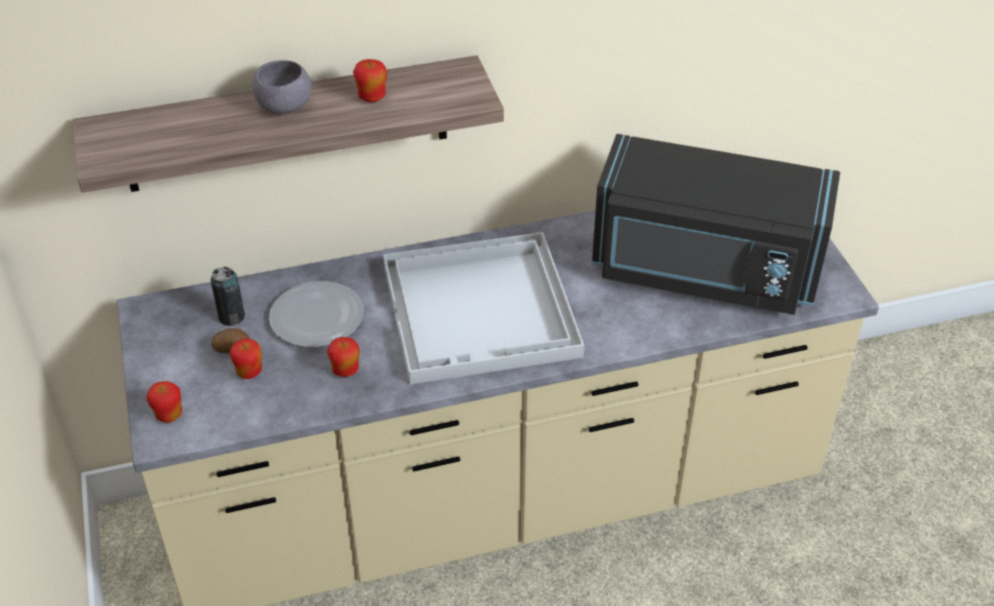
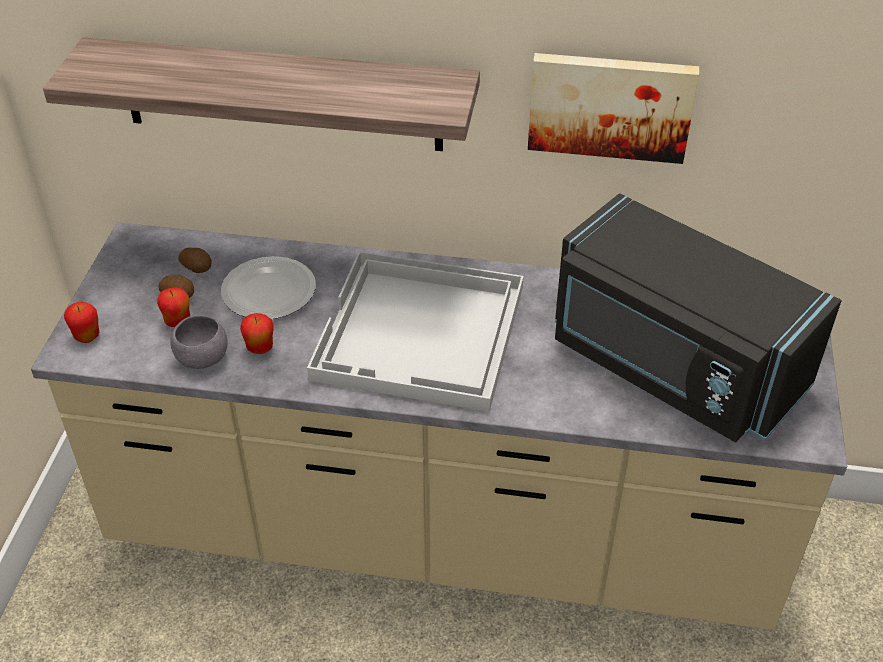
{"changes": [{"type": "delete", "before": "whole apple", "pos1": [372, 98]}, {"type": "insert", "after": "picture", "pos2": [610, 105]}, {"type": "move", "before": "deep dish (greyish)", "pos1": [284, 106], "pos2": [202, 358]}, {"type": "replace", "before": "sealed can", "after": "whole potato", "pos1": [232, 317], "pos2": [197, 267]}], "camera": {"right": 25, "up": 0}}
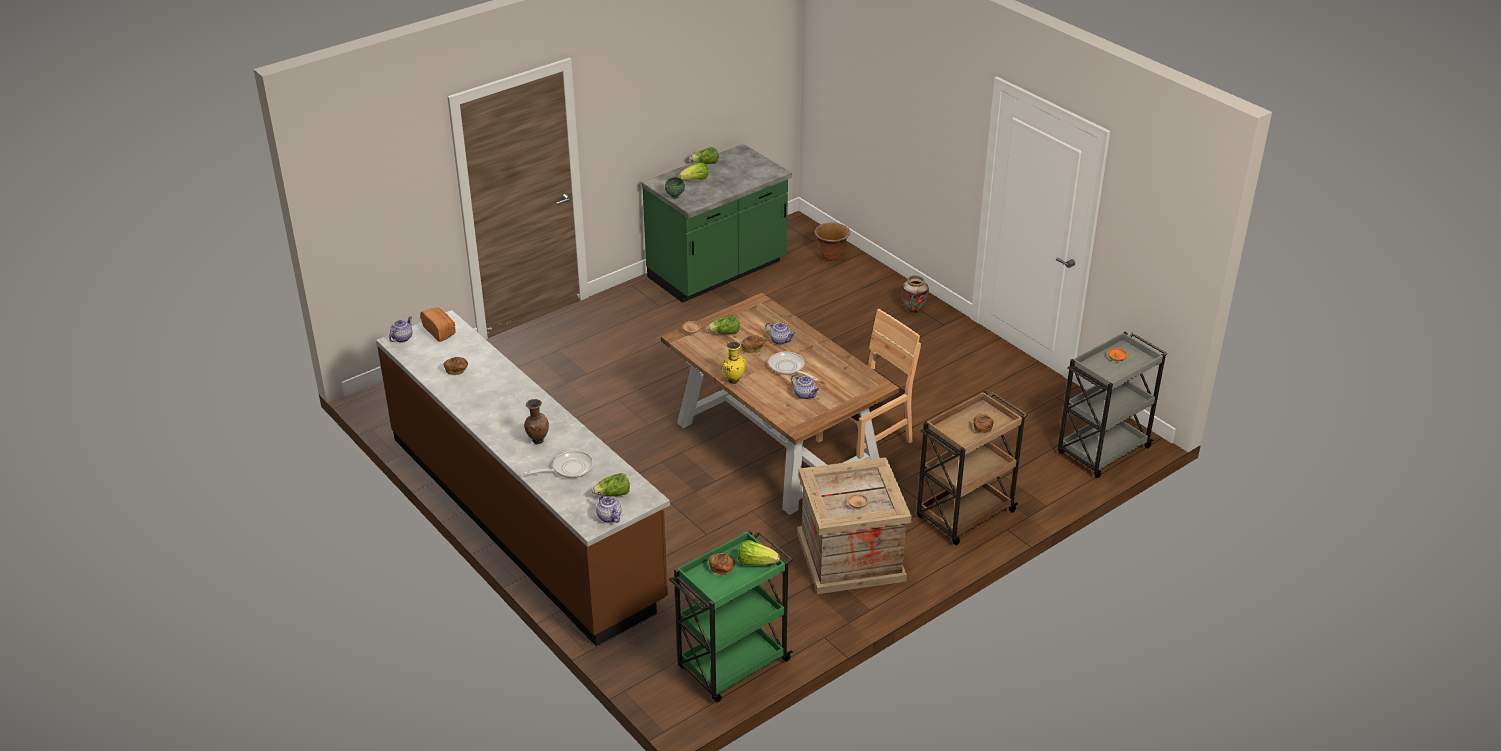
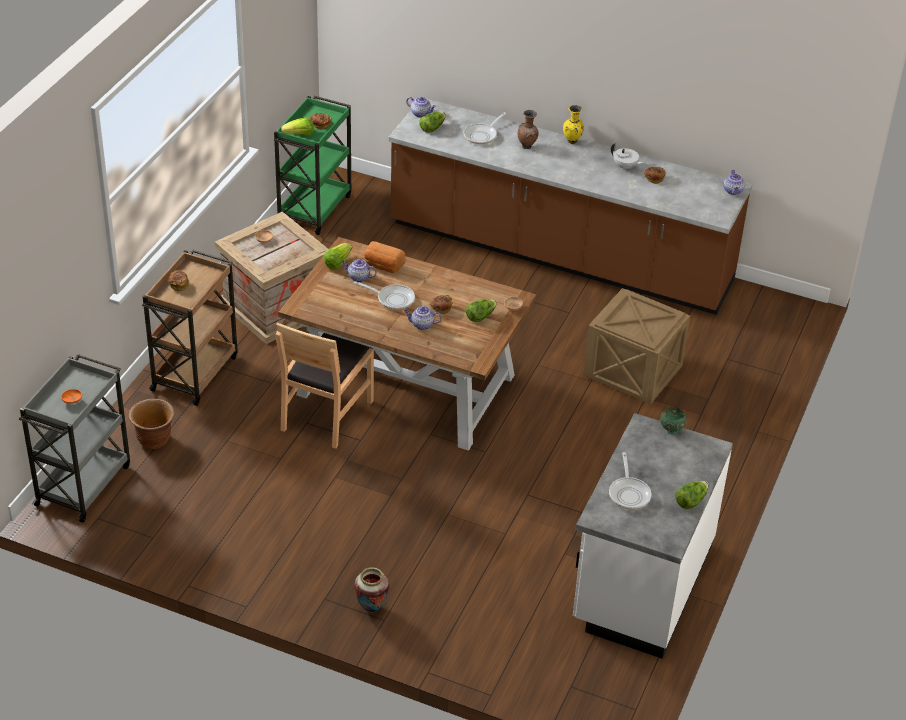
{"changes": [{"type": "insert", "after": "packing crate", "pos2": [631, 371]}, {"type": "insert", "after": "pan", "pos2": [629, 493]}, {"type": "insert", "after": "tea pot (white)", "pos2": [625, 167]}, {"type": "move", "before": "bakery bread", "pos1": [440, 331], "pos2": [383, 266]}, {"type": "move", "before": "head of lettuce", "pos1": [695, 180], "pos2": [337, 263]}, {"type": "move", "before": "vase (yellowish)", "pos1": [733, 380], "pos2": [572, 142]}, {"type": "move", "before": "plant pot (brownish)", "pos1": [831, 256], "pos2": [154, 440]}, {"type": "recolor", "before": "kitchen base unit (green)", "after": "kitchen base unit (white)", "pos1": [718, 272], "pos2": [641, 584]}], "camera": {"right": 150, "up": 5}}
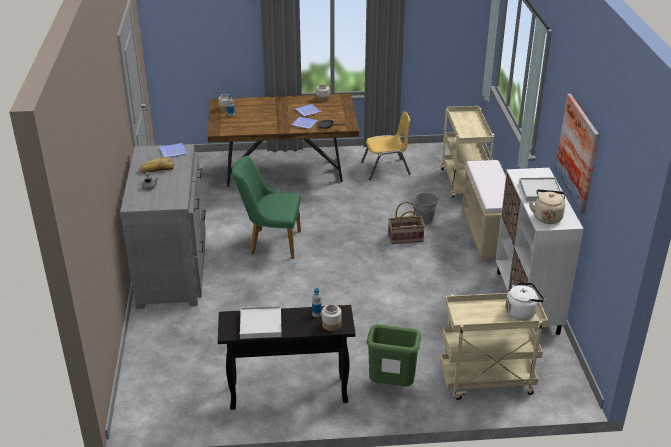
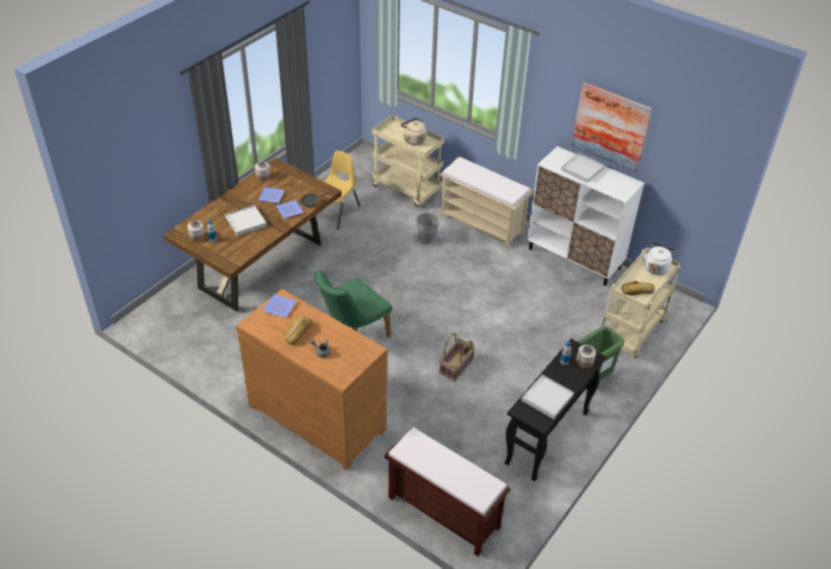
{"changes": [{"type": "insert", "after": "serving tray (white)", "pos2": [246, 222]}, {"type": "insert", "after": "long seat (brownish)", "pos2": [442, 512]}, {"type": "insert", "after": "bakery bread", "pos2": [638, 291]}, {"type": "move", "before": "basket", "pos1": [405, 238], "pos2": [456, 367]}, {"type": "move", "before": "water kettle (beige)", "pos1": [547, 217], "pos2": [414, 140]}, {"type": "recolor", "before": "drawer chest (greyish)", "after": "drawer chest (brownish)", "pos1": [173, 269], "pos2": [318, 415]}], "camera": {"right": -50, "up": 10}}
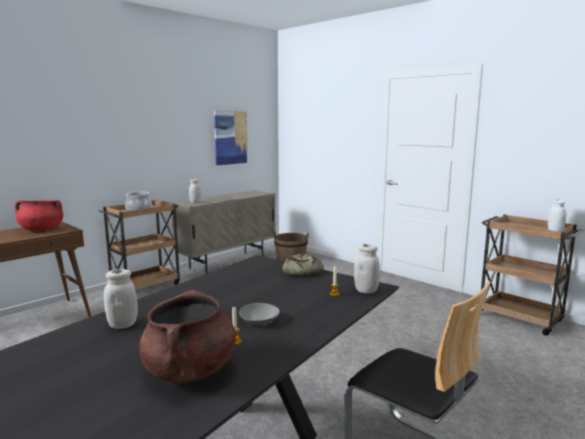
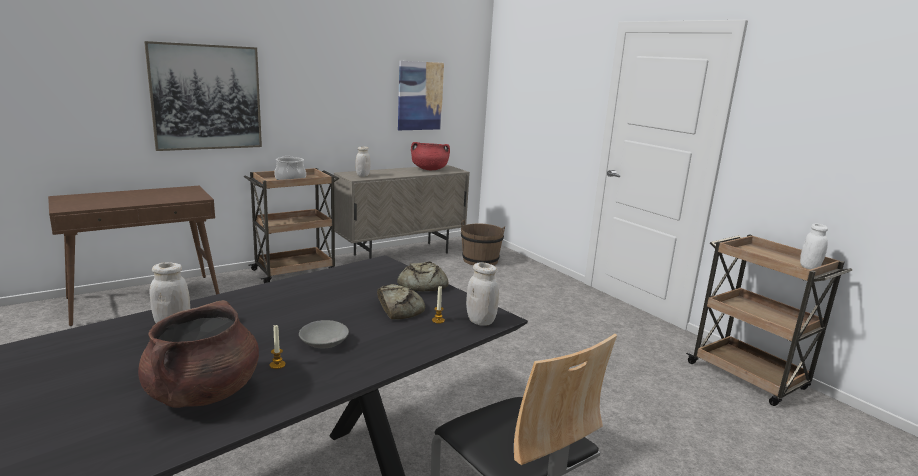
{"changes": [{"type": "insert", "after": "picture", "pos2": [206, 97]}, {"type": "insert", "after": "bakery bread", "pos2": [399, 308]}, {"type": "move", "before": "saucepot (red)", "pos1": [41, 230], "pos2": [429, 169]}], "camera": {"right": 10, "up": 5}}
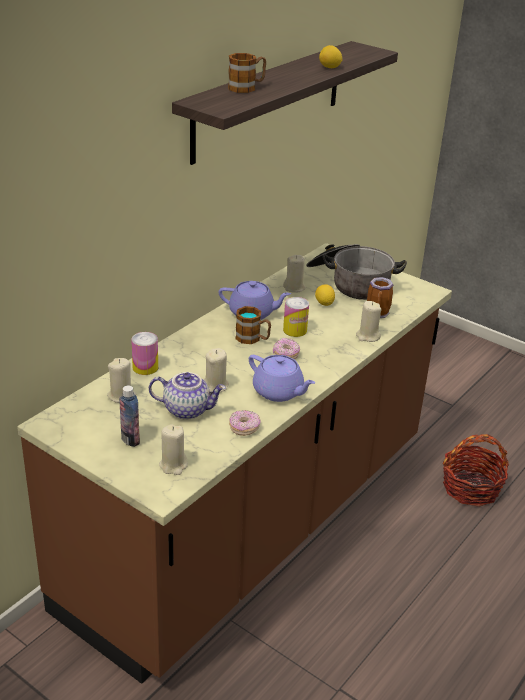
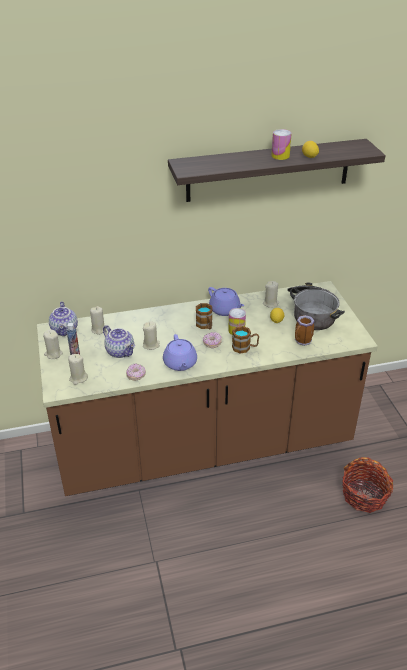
{"changes": [{"type": "insert", "after": "tea pot", "pos2": [65, 330]}, {"type": "move", "before": "sealed can", "pos1": [145, 367], "pos2": [280, 156]}, {"type": "move", "before": "mug", "pos1": [247, 87], "pos2": [245, 348]}, {"type": "move", "before": "wax candle (beige)", "pos1": [367, 336], "pos2": [53, 354]}], "camera": {"right": 40, "up": 5}}
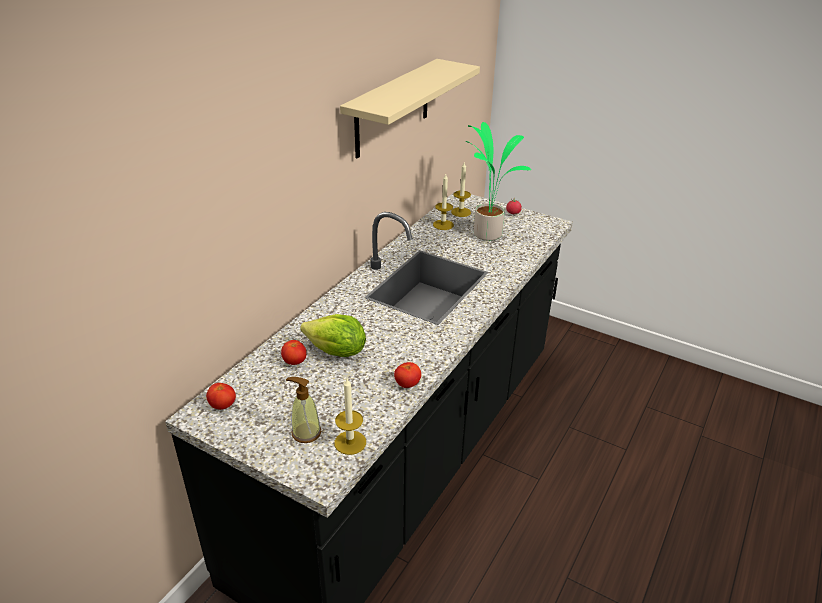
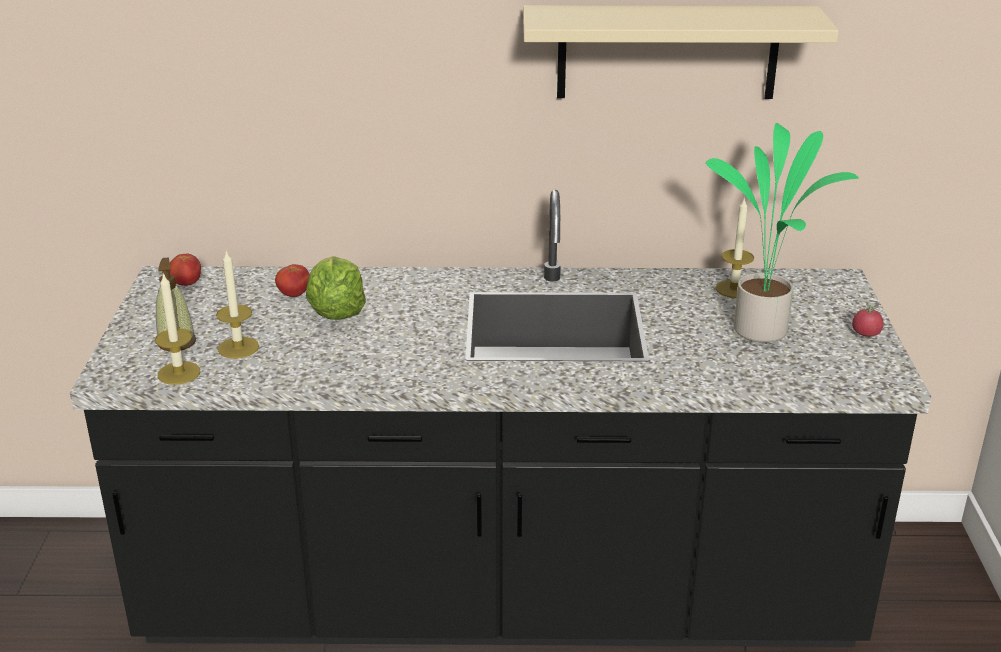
{"changes": [{"type": "delete", "before": "fresh tomato", "pos1": [407, 384]}, {"type": "move", "before": "wax candle", "pos1": [461, 212], "pos2": [238, 347]}], "camera": {"right": 60, "up": -5}}
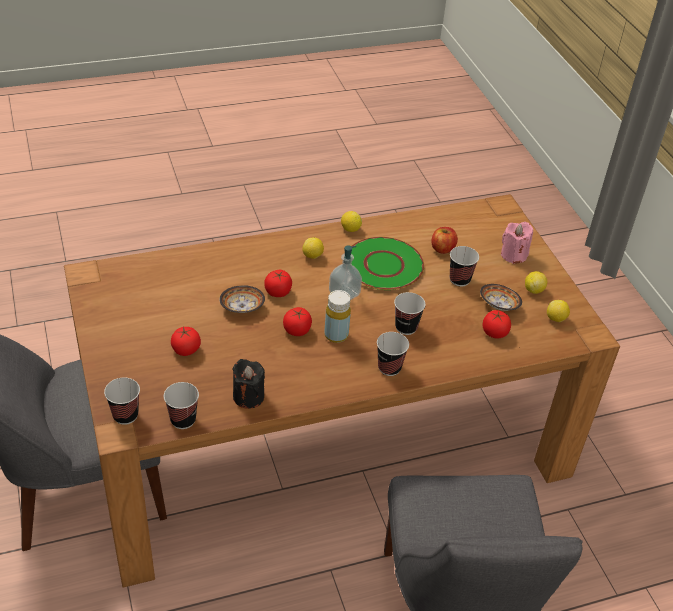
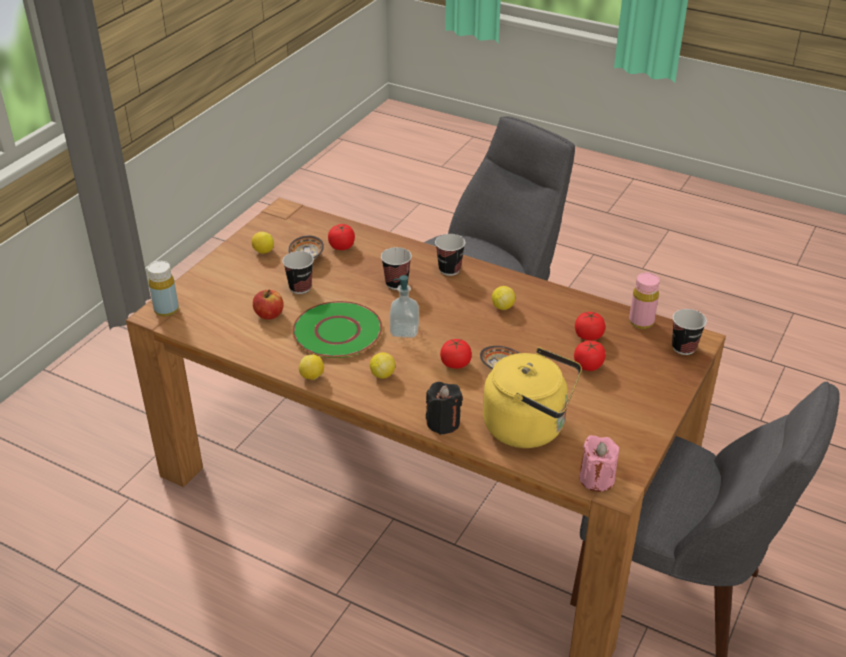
{"changes": [{"type": "insert", "after": "water kettle (yellowish)", "pos2": [529, 427]}, {"type": "move", "before": "wax candle (black)", "pos1": [248, 396], "pos2": [443, 423]}, {"type": "move", "before": "fresh tomato", "pos1": [297, 330], "pos2": [588, 336]}, {"type": "move", "before": "bottle (yellowish)", "pos1": [336, 335], "pos2": [166, 310]}, {"type": "move", "before": "wax candle (pink-coloured)", "pos1": [513, 255], "pos2": [596, 478]}, {"type": "move", "before": "citrus fruit", "pos1": [556, 319], "pos2": [502, 306]}, {"type": "replace", "before": "drinking cup", "after": "bottle (pink-coloured)", "pos1": [183, 420], "pos2": [641, 322]}], "camera": {"right": -130, "up": -5}}
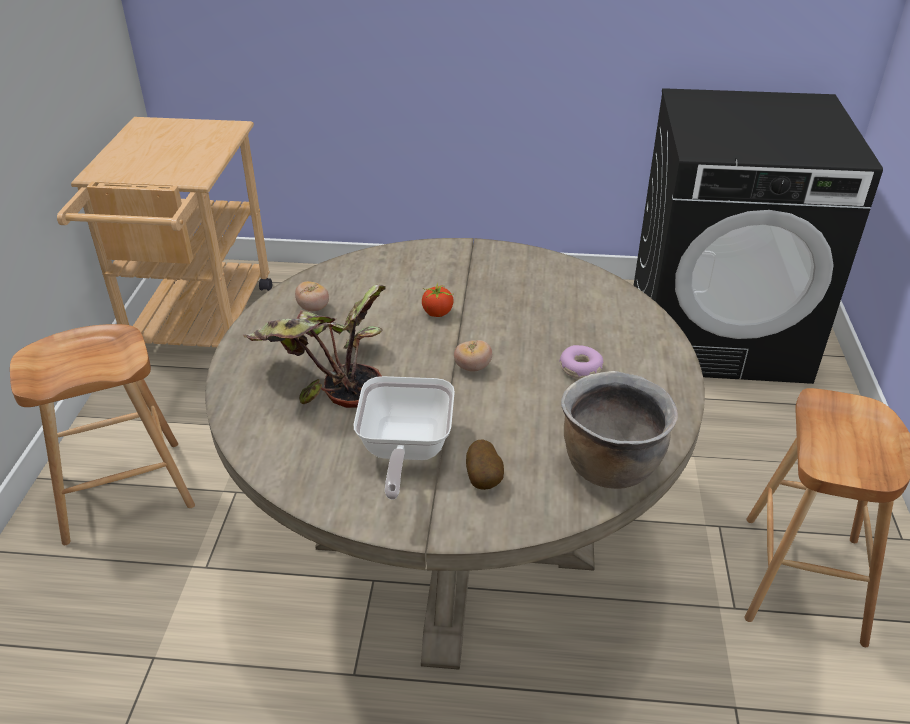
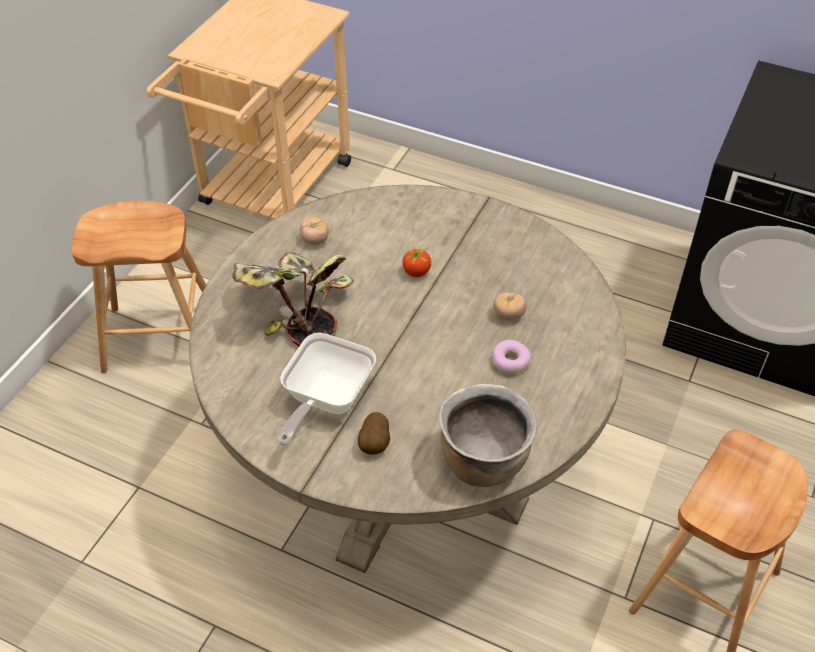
{"changes": [{"type": "move", "before": "fresh tomato", "pos1": [472, 367], "pos2": [508, 315]}], "camera": {"right": 20, "up": 10}}
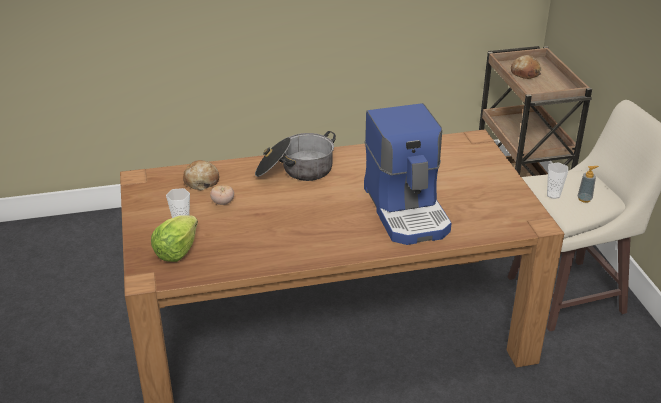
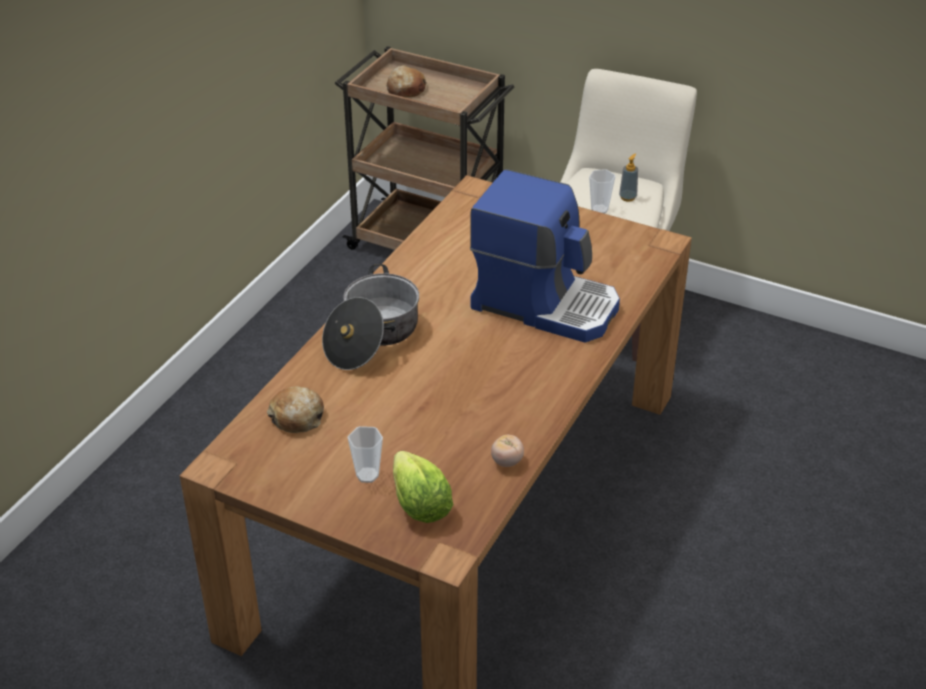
{"changes": [{"type": "move", "before": "fresh tomato", "pos1": [223, 202], "pos2": [507, 461]}], "camera": {"right": -50, "up": 5}}
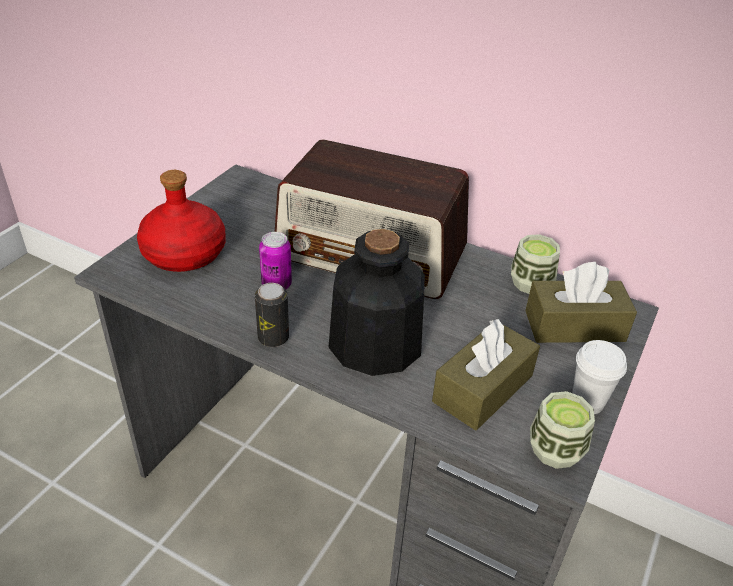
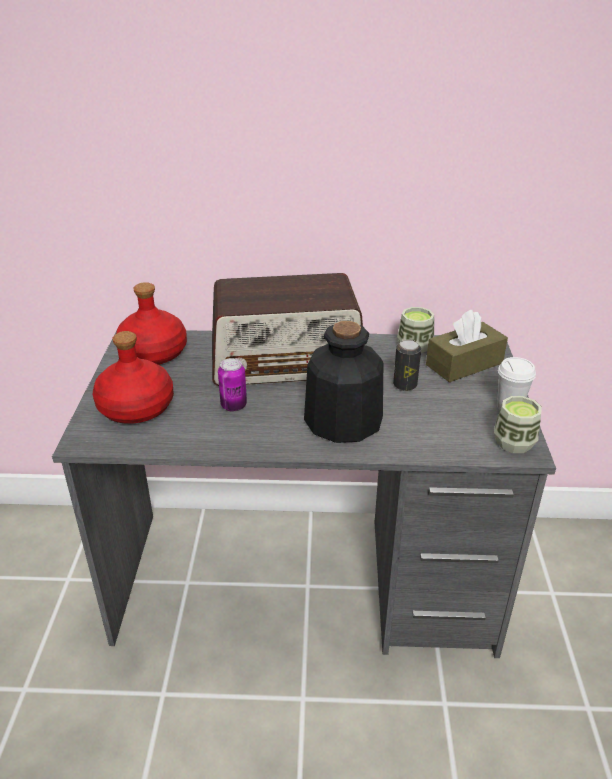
{"changes": [{"type": "delete", "before": "tissue box (brownish)", "pos1": [483, 388]}, {"type": "insert", "after": "bottle (red)", "pos2": [154, 353]}, {"type": "move", "before": "sealed can", "pos1": [273, 338], "pos2": [405, 385]}], "camera": {"right": -25, "up": -5}}
